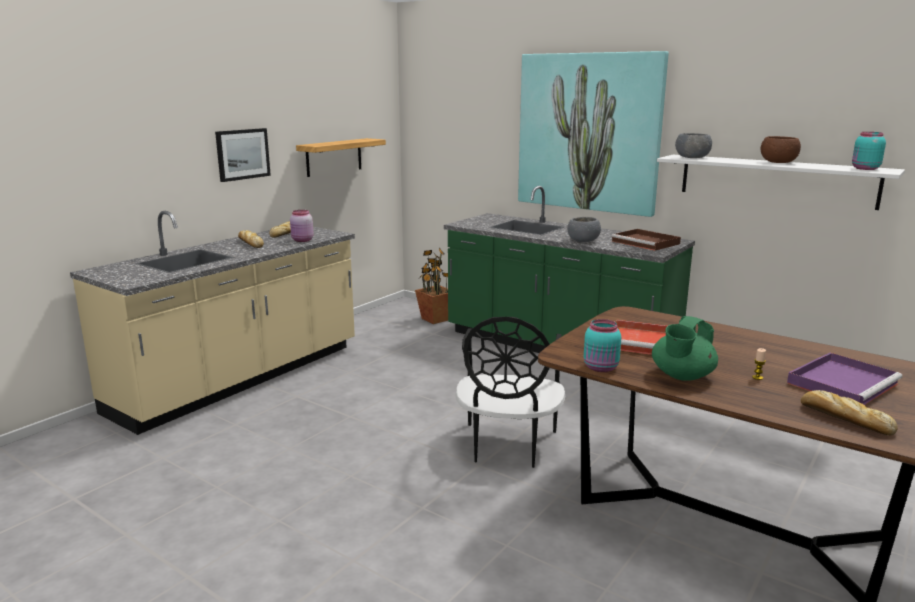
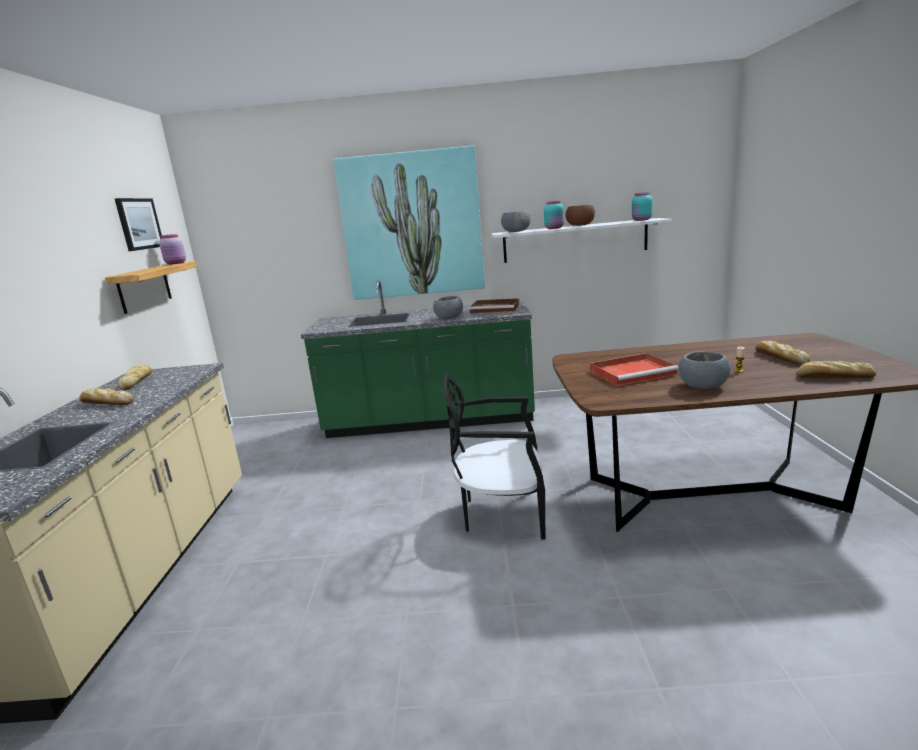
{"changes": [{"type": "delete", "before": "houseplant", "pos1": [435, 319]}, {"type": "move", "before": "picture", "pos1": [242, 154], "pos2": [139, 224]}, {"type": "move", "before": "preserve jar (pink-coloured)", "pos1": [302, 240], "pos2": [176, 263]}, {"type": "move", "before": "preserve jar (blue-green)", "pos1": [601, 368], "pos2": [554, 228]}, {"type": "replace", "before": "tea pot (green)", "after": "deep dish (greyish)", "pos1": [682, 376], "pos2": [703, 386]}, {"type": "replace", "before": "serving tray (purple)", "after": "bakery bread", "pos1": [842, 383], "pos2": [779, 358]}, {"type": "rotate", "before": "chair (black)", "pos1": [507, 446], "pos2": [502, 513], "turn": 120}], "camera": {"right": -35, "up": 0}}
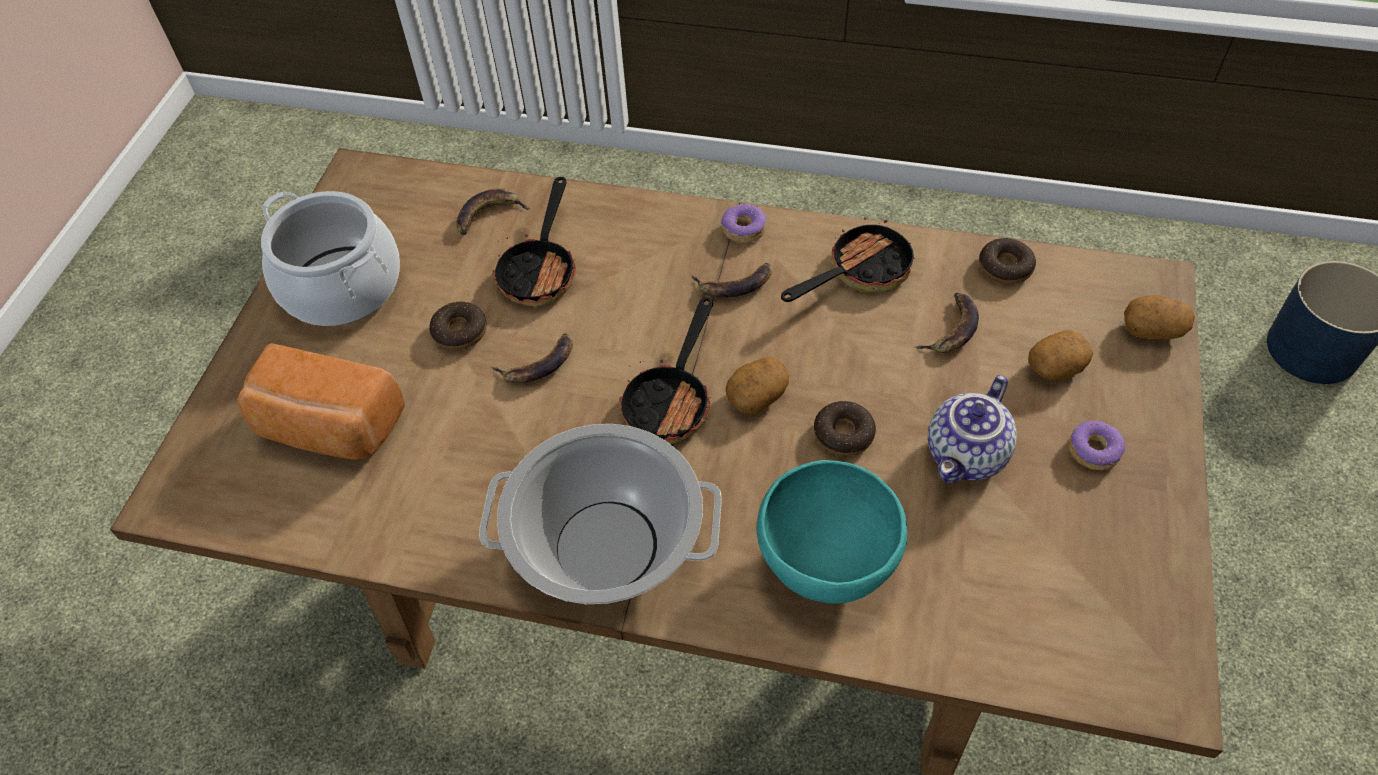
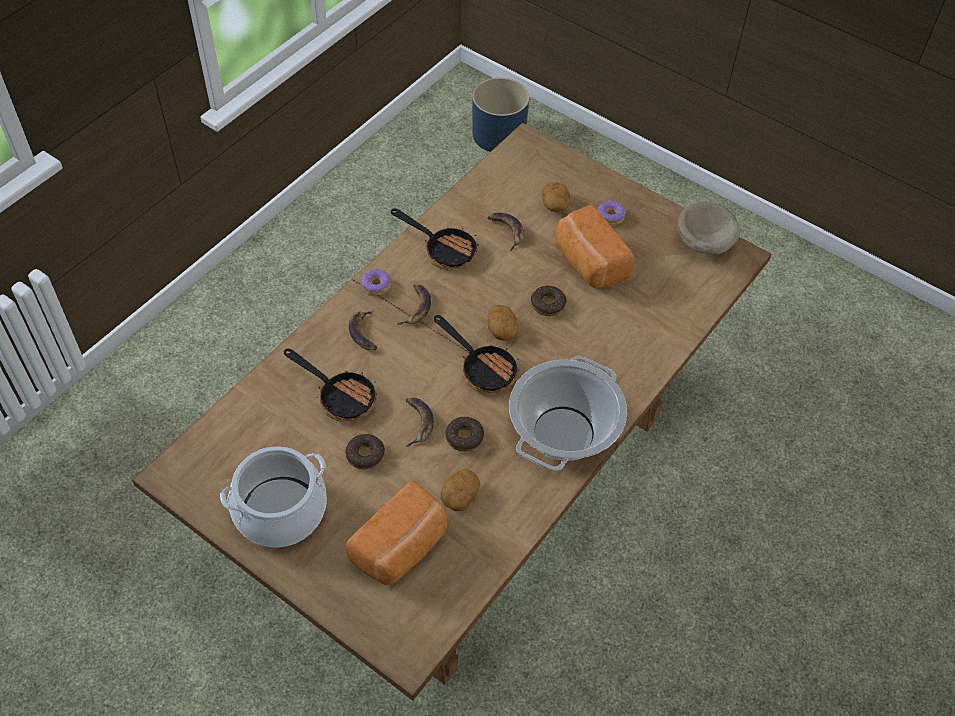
{"changes": [{"type": "delete", "before": "deep dish (blue-green)", "pos1": [826, 563]}, {"type": "insert", "after": "deep dish (beige)", "pos2": [703, 244]}, {"type": "move", "before": "whole banana", "pos1": [488, 215], "pos2": [364, 333]}, {"type": "move", "before": "doughnut", "pos1": [1005, 267], "pos2": [464, 437]}, {"type": "move", "before": "whole potato", "pos1": [1153, 329], "pos2": [460, 495]}, {"type": "replace", "before": "tea pot", "after": "bakery bread", "pos1": [967, 456], "pos2": [588, 263]}, {"type": "rotate", "before": "pan", "pos1": [859, 272], "pos2": [444, 250], "turn": 135}], "camera": {"right": -70, "up": 0}}
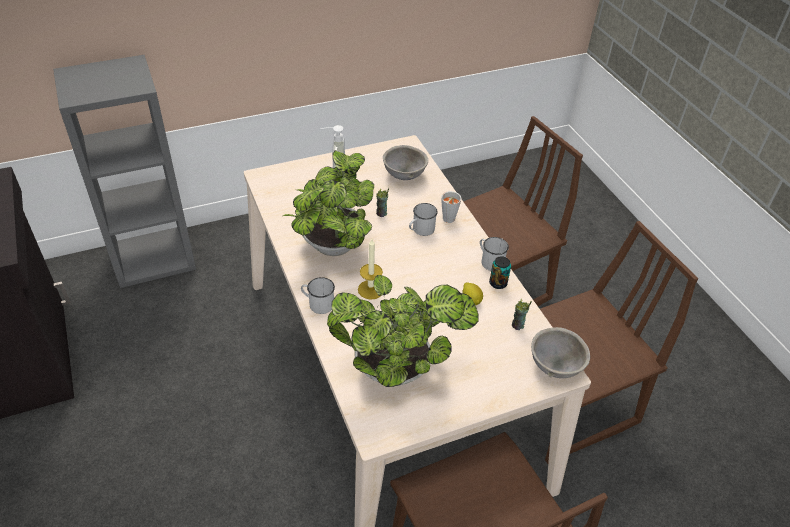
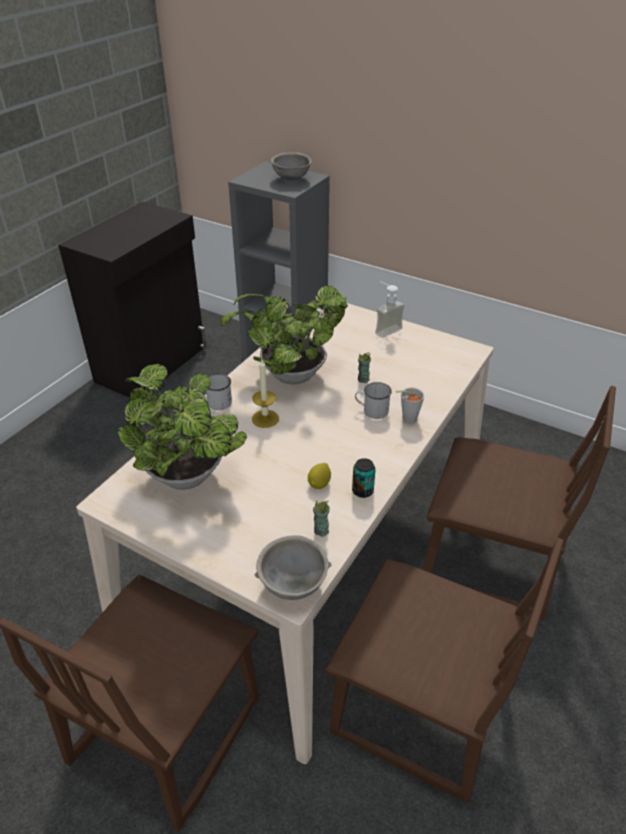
{"changes": [{"type": "delete", "before": "mug (white)", "pos1": [489, 261]}, {"type": "move", "before": "deep dish (greyish)", "pos1": [404, 175], "pos2": [292, 179]}], "camera": {"right": 55, "up": -5}}
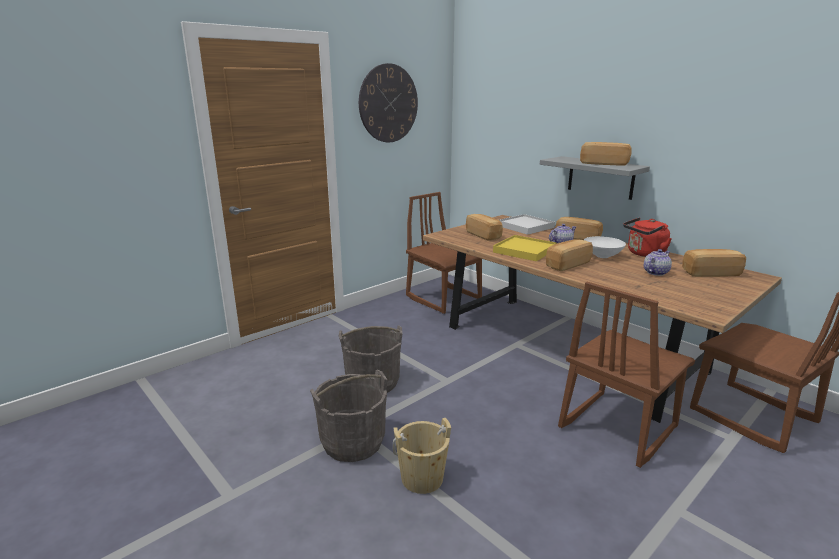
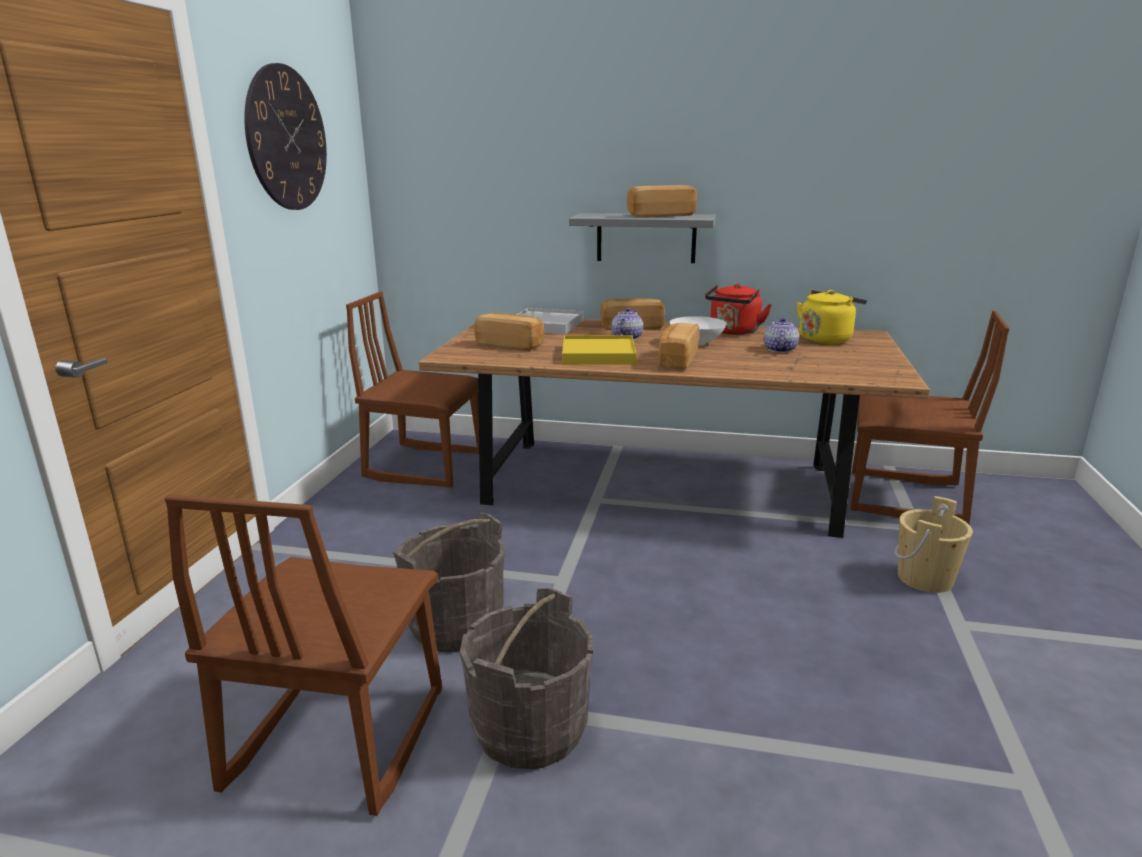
{"changes": [{"type": "move", "before": "pail (beige)", "pos1": [422, 478], "pos2": [925, 578]}, {"type": "move", "before": "chair (brownish)", "pos1": [616, 427], "pos2": [336, 738]}, {"type": "replace", "before": "bakery bread", "after": "water kettle (yellowish)", "pos1": [710, 273], "pos2": [826, 339]}], "camera": {"right": -35, "up": 0}}
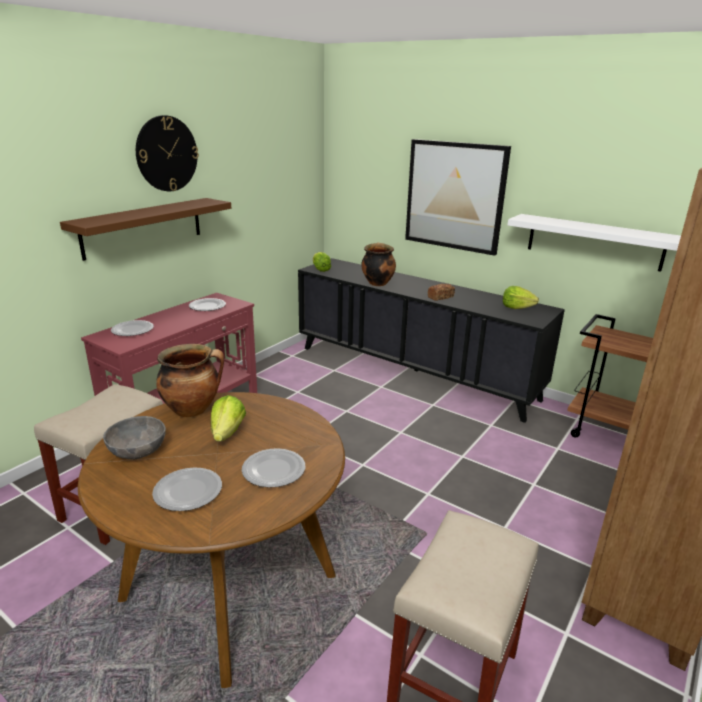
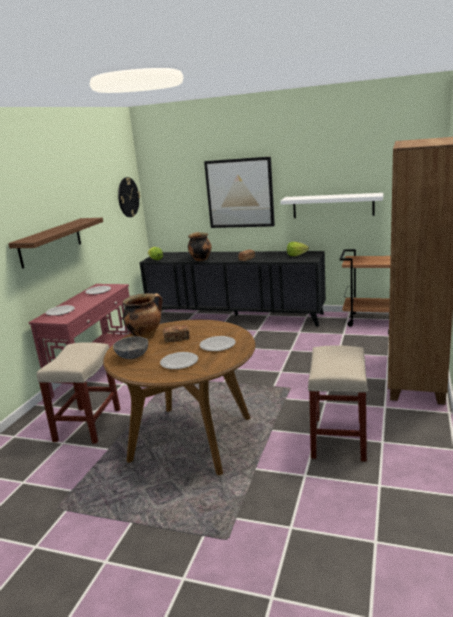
{"changes": [{"type": "move", "before": "hanging clock", "pos1": [166, 154], "pos2": [128, 197]}, {"type": "replace", "before": "head of lettuce", "after": "bakery bread", "pos1": [227, 433], "pos2": [176, 339]}], "camera": {"right": -15, "up": -5}}
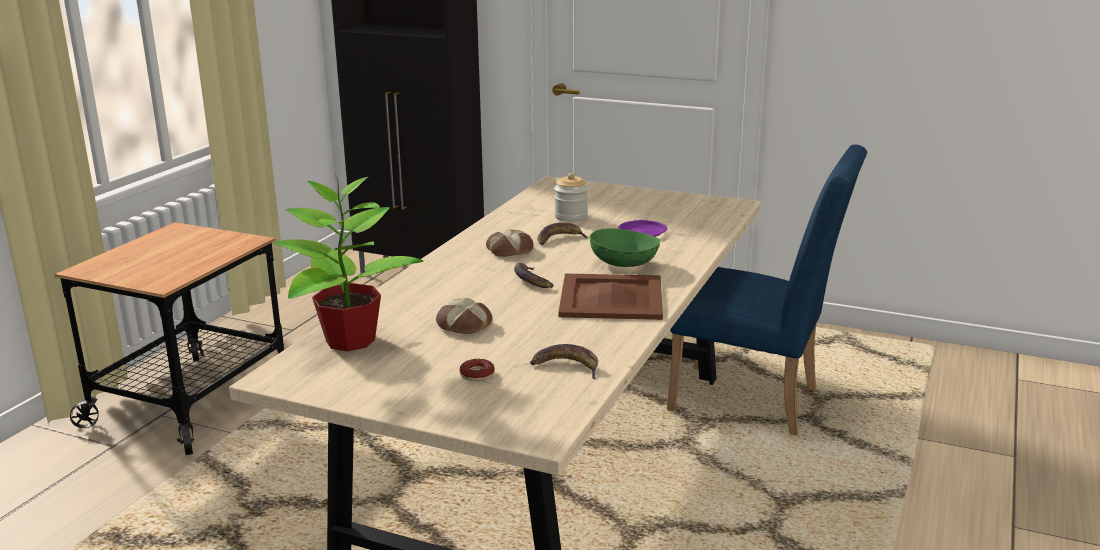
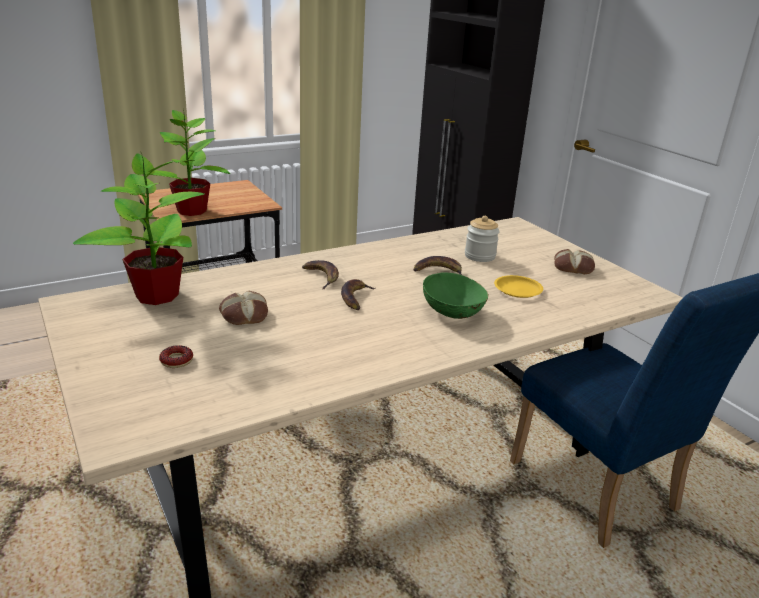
{"changes": [{"type": "delete", "before": "serving tray (brownish)", "pos1": [610, 297]}, {"type": "insert", "after": "houseplant", "pos2": [191, 211]}, {"type": "move", "before": "bakery bread", "pos1": [509, 250], "pos2": [573, 267]}, {"type": "move", "before": "whole banana", "pos1": [567, 366], "pos2": [322, 277]}, {"type": "recolor", "before": "dinner plate (purple)", "after": "dinner plate (yellowish)", "pos1": [642, 232], "pos2": [518, 289]}], "camera": {"right": 35, "up": 5}}
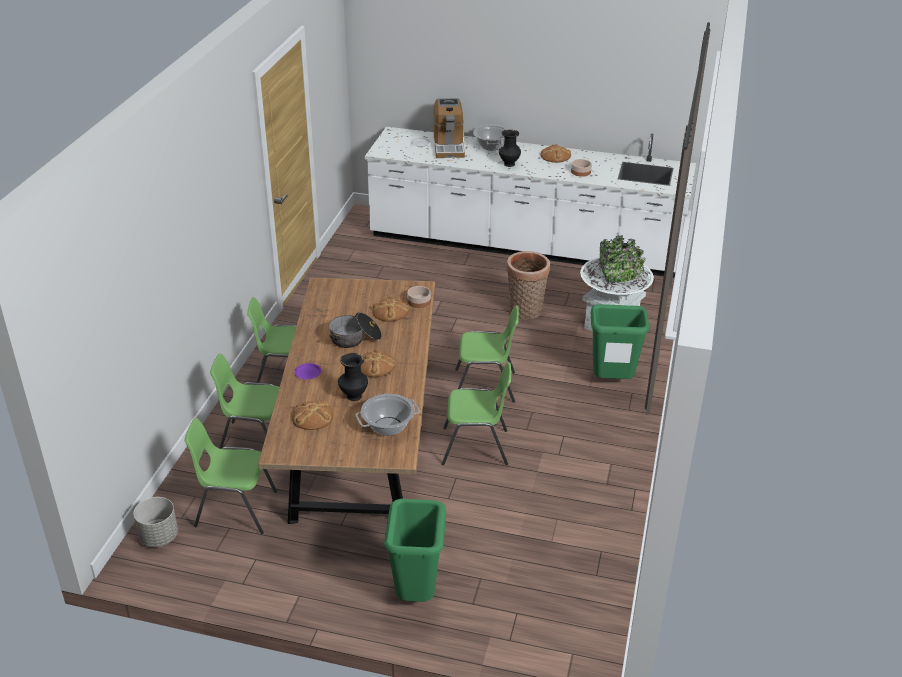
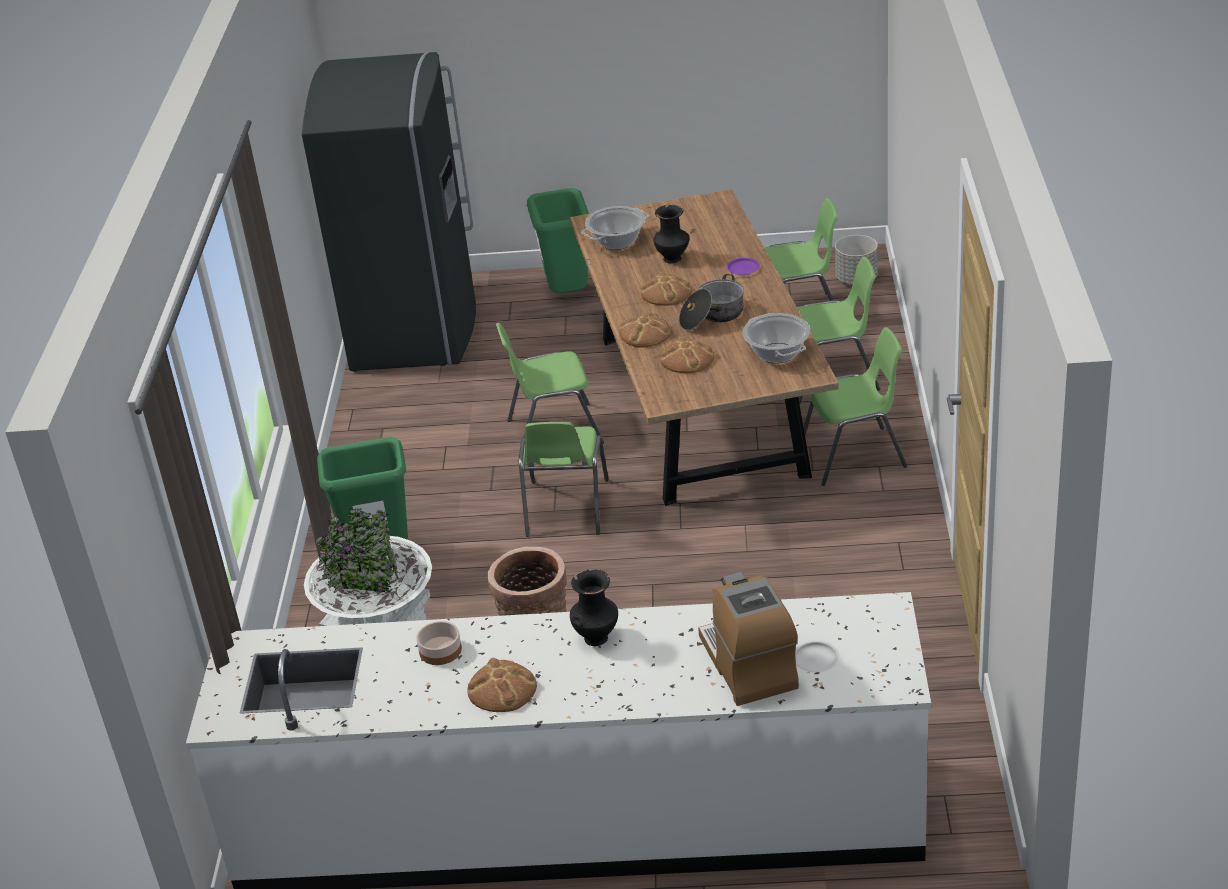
{"changes": [{"type": "delete", "before": "deep dish", "pos1": [418, 301]}, {"type": "insert", "after": "kitchen fridge (greyish)", "pos2": [417, 326]}, {"type": "move", "before": "bakery bread", "pos1": [313, 417], "pos2": [644, 333]}, {"type": "move", "before": "saucepot", "pos1": [491, 146], "pos2": [777, 353]}, {"type": "rotate", "before": "chair (green)", "pos1": [486, 386], "pos2": [565, 509], "turn": -75}], "camera": {"right": 170, "up": 0}}
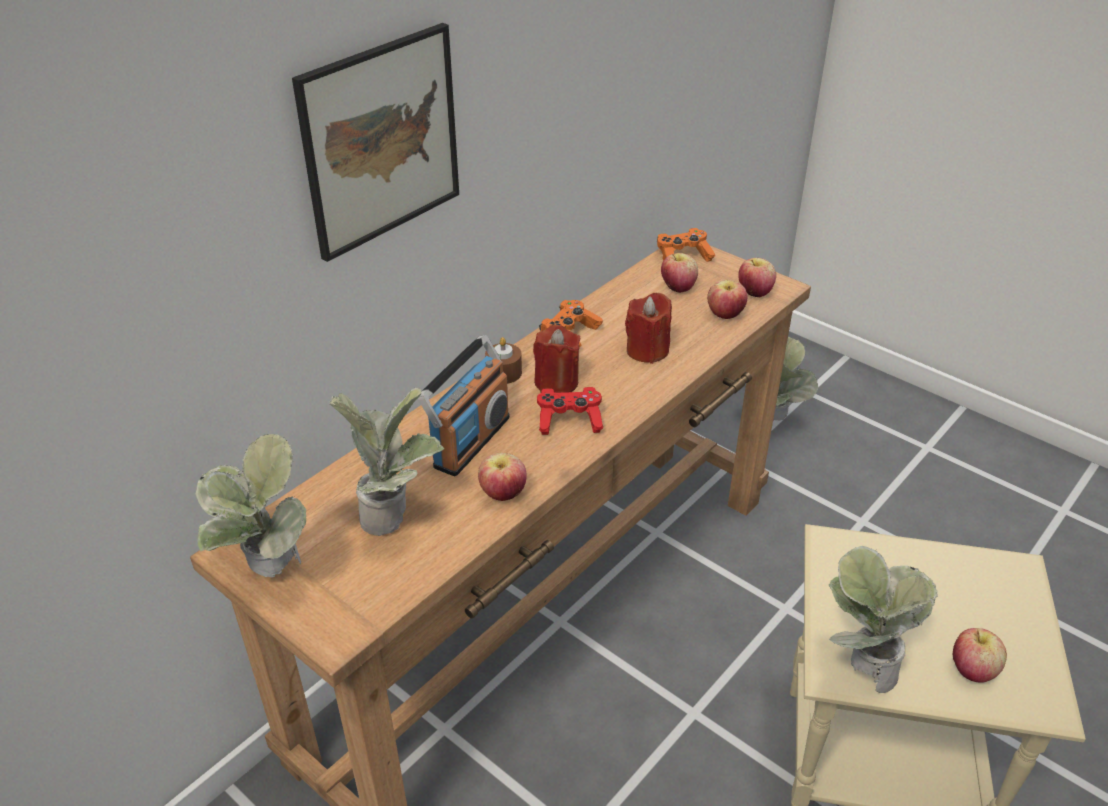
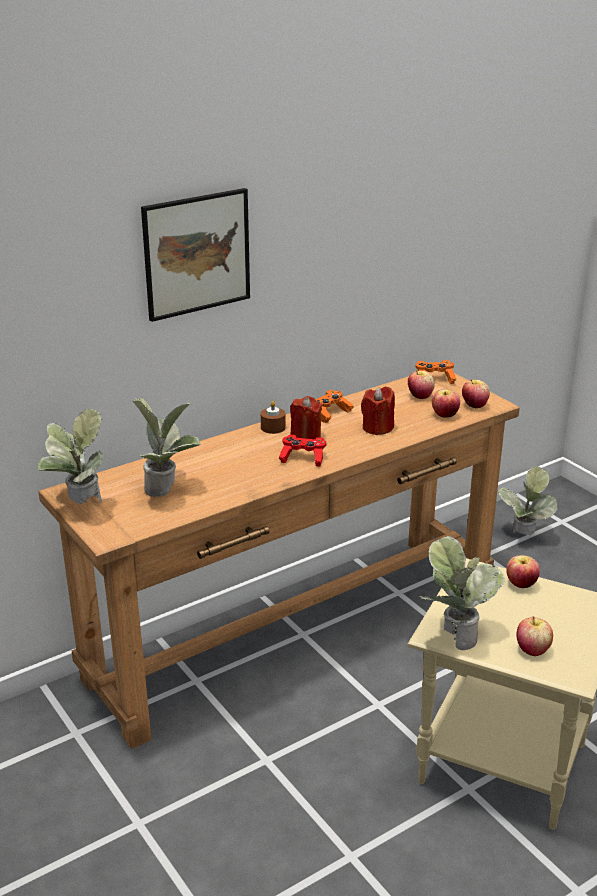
{"changes": [{"type": "delete", "before": "radio", "pos1": [470, 441]}, {"type": "move", "before": "whole apple", "pos1": [503, 494], "pos2": [521, 584]}], "camera": {"right": 15, "up": -10}}
